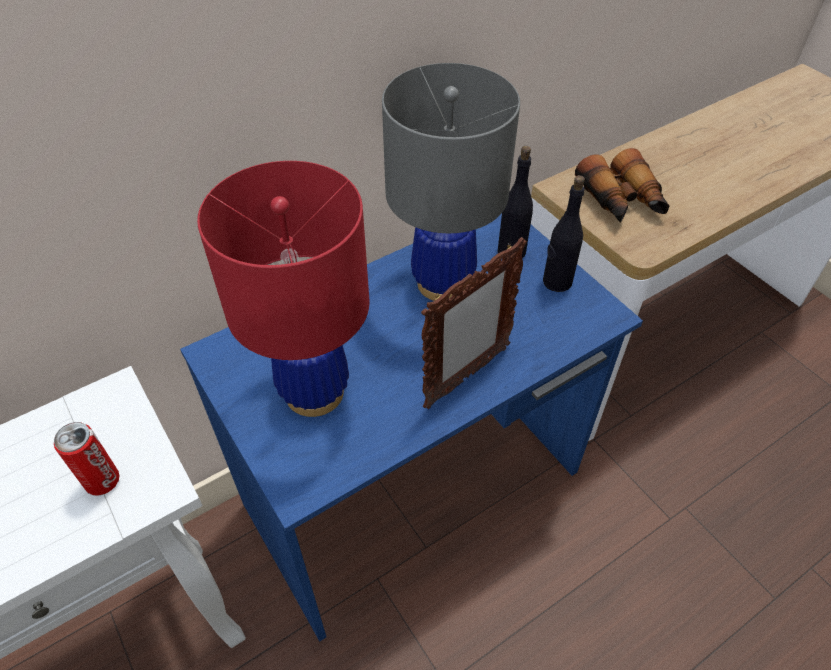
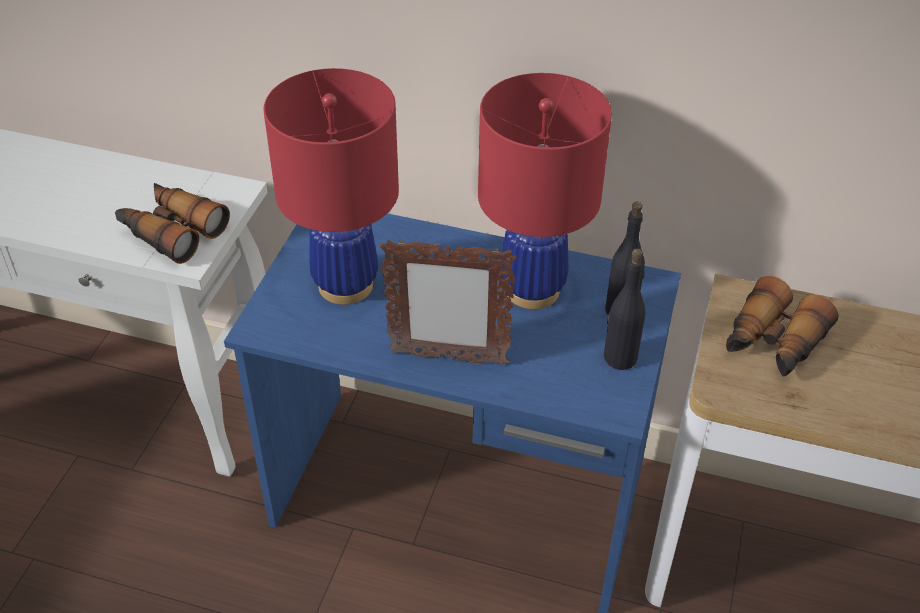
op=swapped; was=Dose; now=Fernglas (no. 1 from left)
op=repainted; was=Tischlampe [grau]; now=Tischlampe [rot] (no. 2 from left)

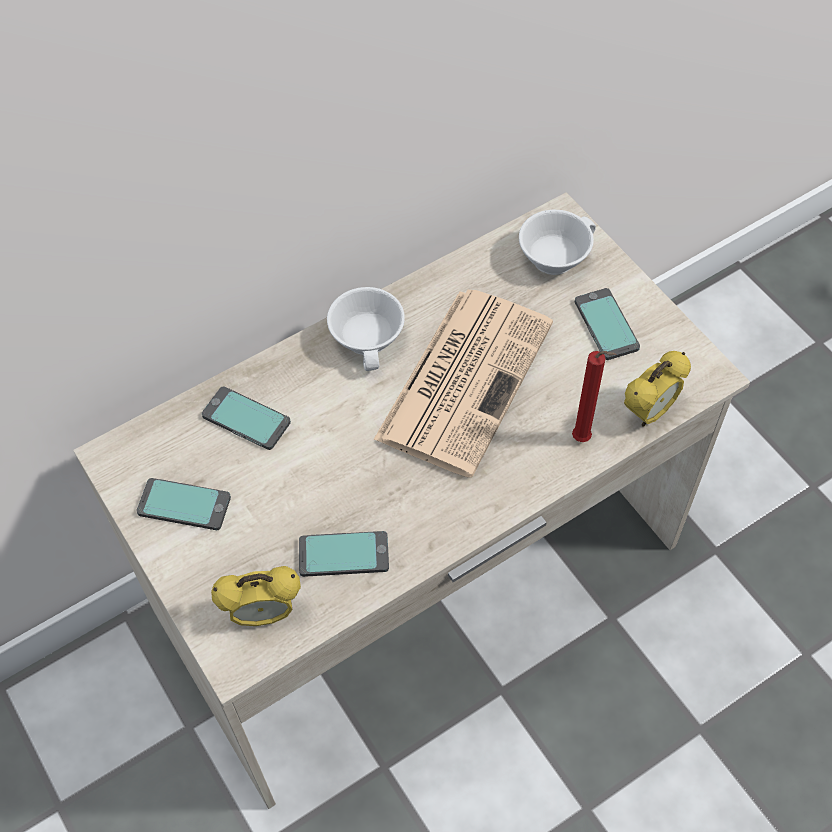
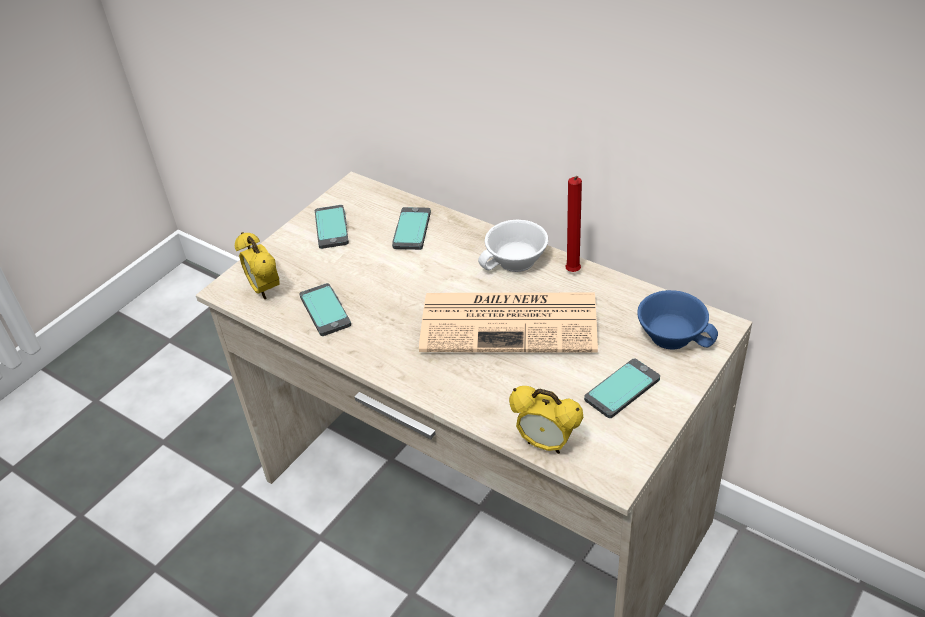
op=repainted; was=Tasse [weiß] (no. 2 from left); now=Tasse [blau]
op=shifted; was=Kerze [rot]

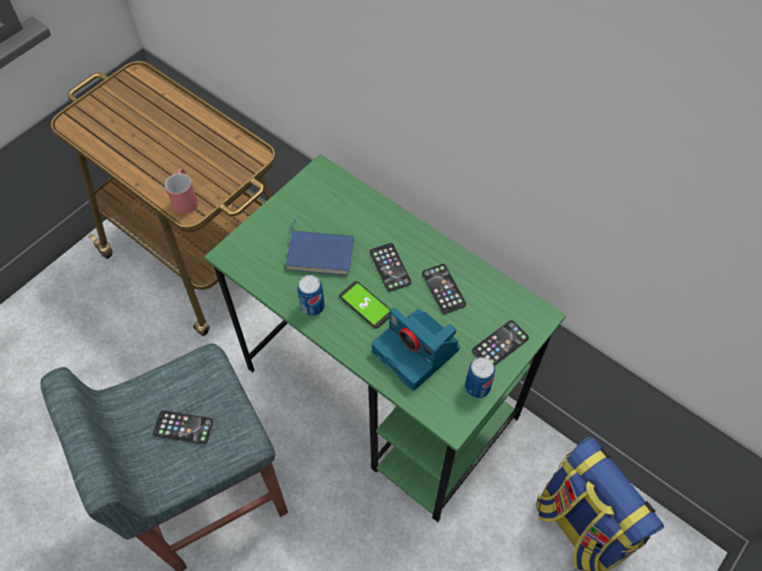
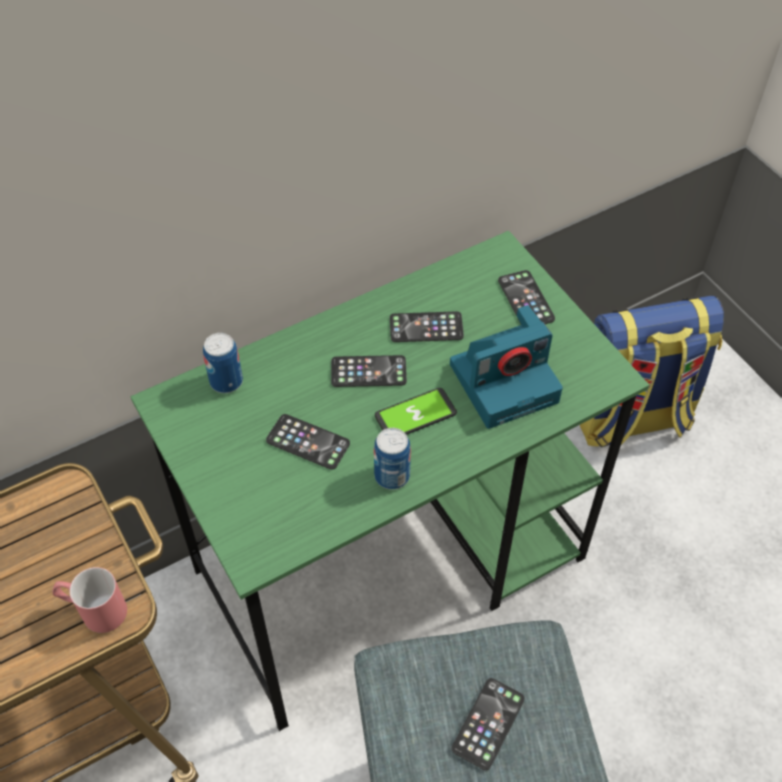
op=swapped; was=Buch [blau]; now=Handy (no. 1 from left)
op=shifted; was=Dose (no. 2 from left in the first image); now=Dose (no. 1 from left)

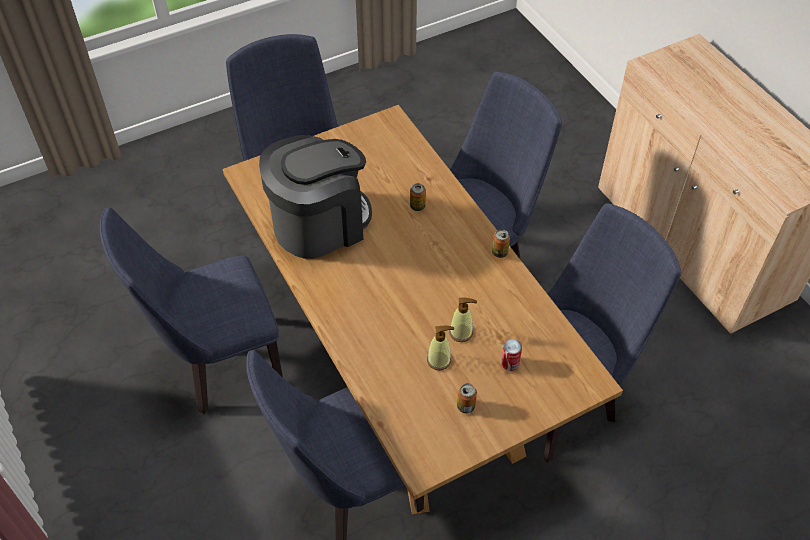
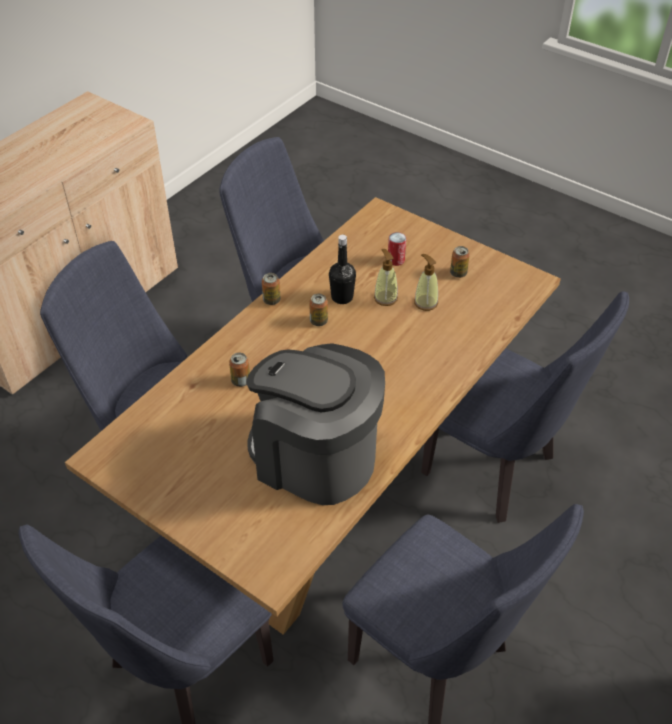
op=new; now=Dose (no. 3 from left)
op=new; now=Flasche [schwarz]

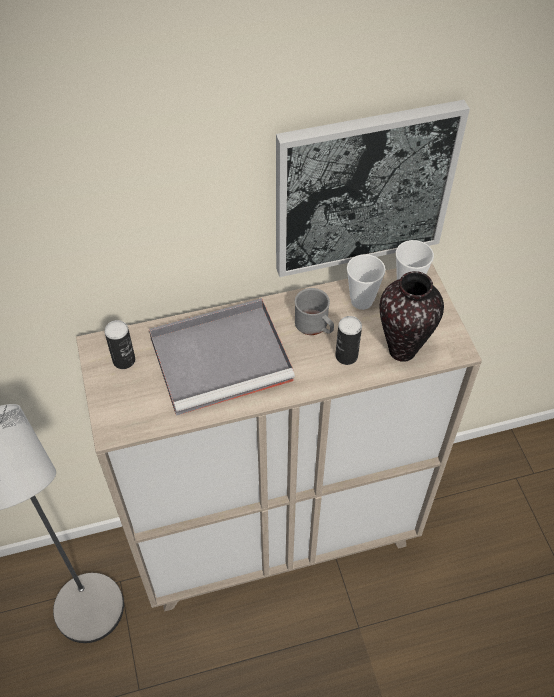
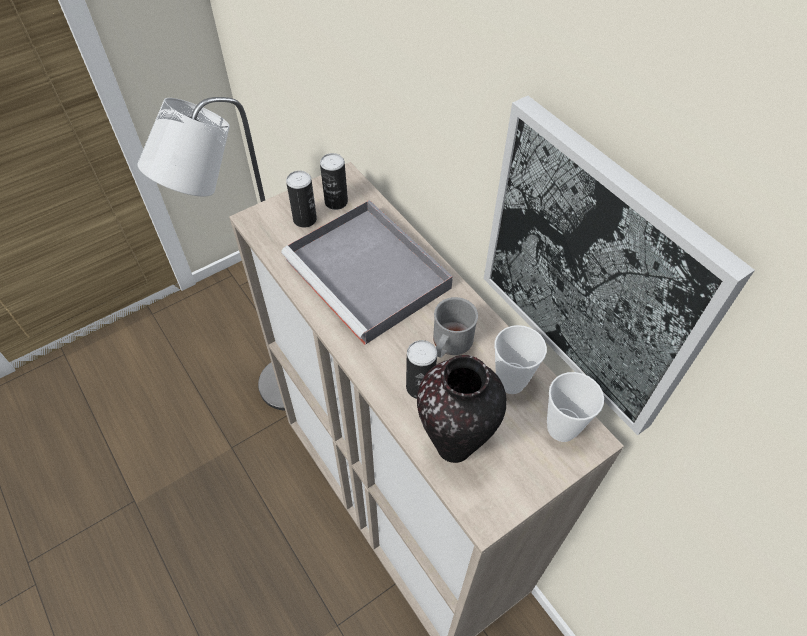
op=new; now=Dose (no. 1 from left)

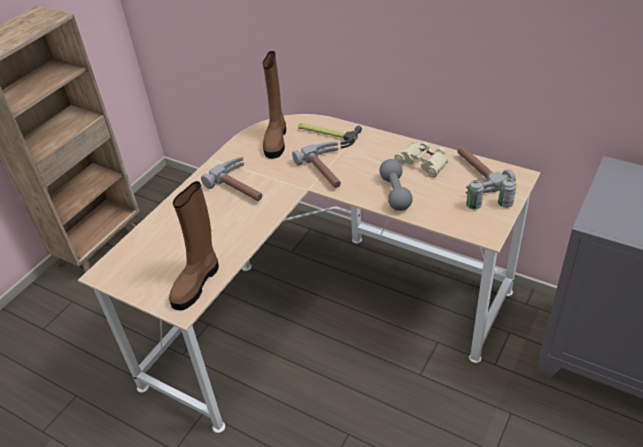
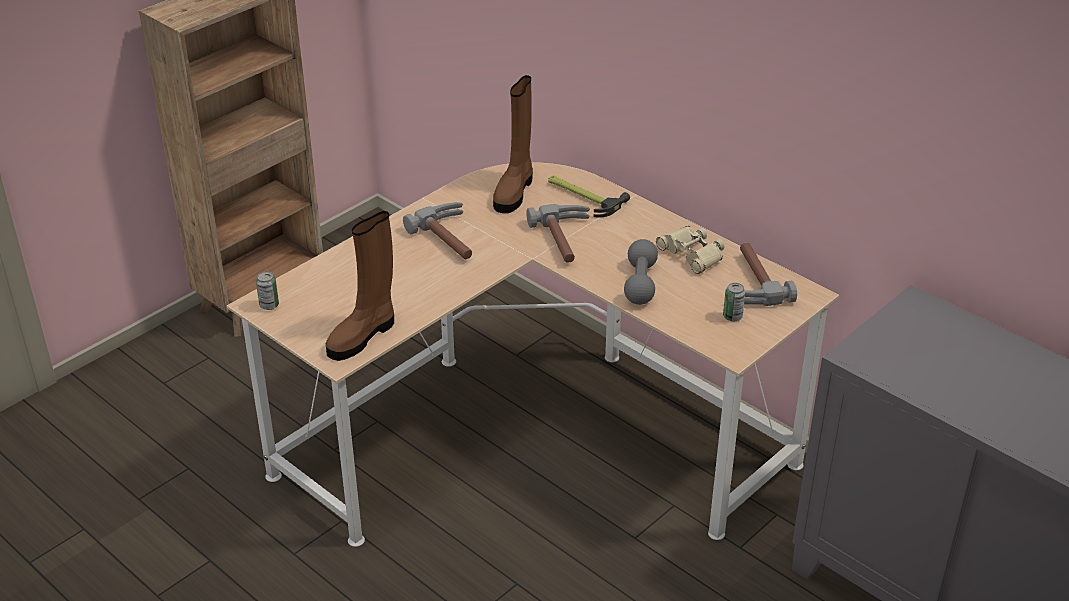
op=shifted; was=Dose (no. 2 from left in the first image); now=Dose (no. 1 from left)

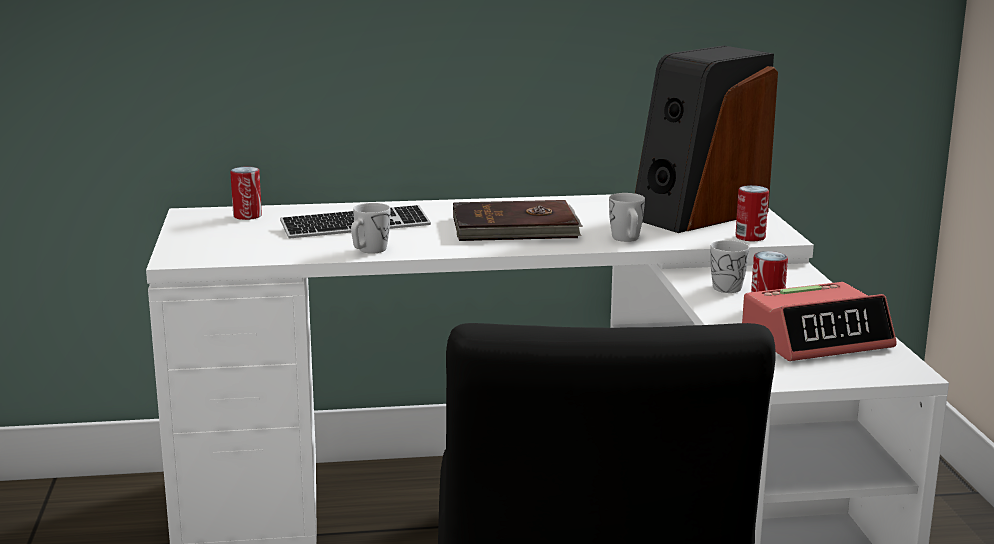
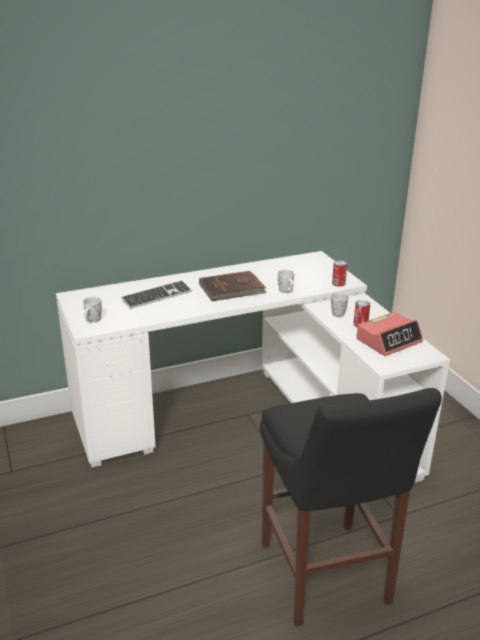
op=gone; was=Dose (no. 1 from left)
op=shifted; was=Henkelbecher [weiß] (no. 1 from left)
op=gone; was=Lautsprecher

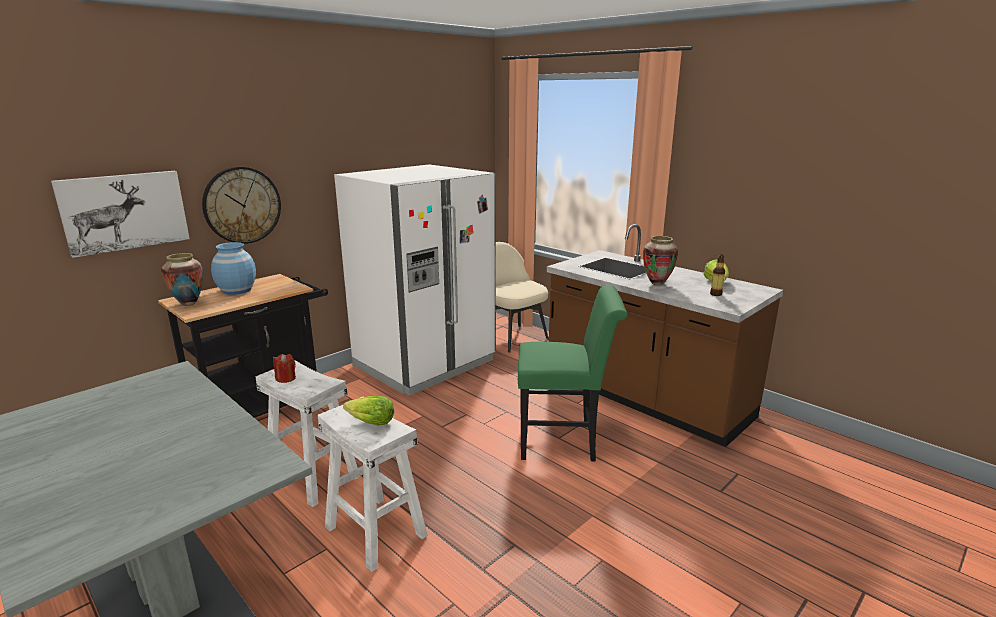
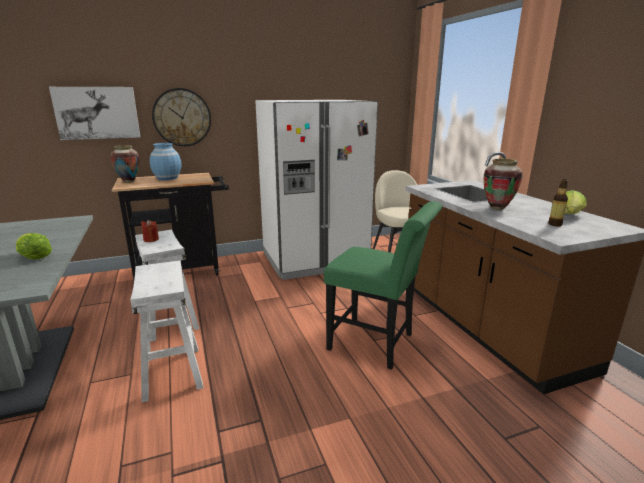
op=shifted; was=Salatkopf (no. 1 from left)

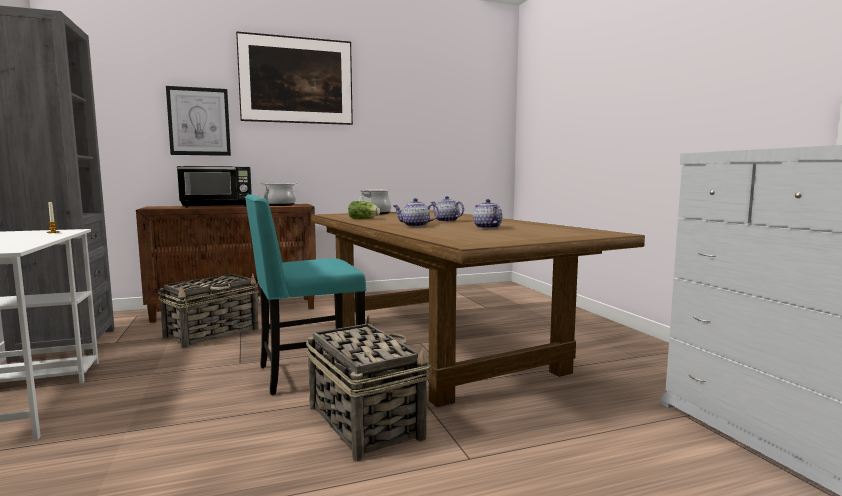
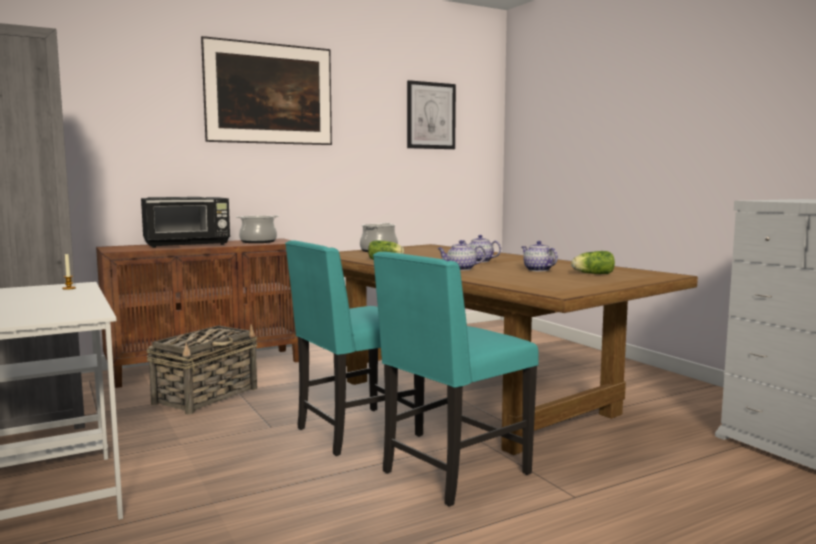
op=shifted; was=Bild (no. 1 from left in the first image); now=Bild (no. 2 from left)
op=swapped; was=Korb (no. 2 from left); now=Stuhl [türkis] (no. 2 from left)
op=new; now=Salatkopf (no. 2 from left)

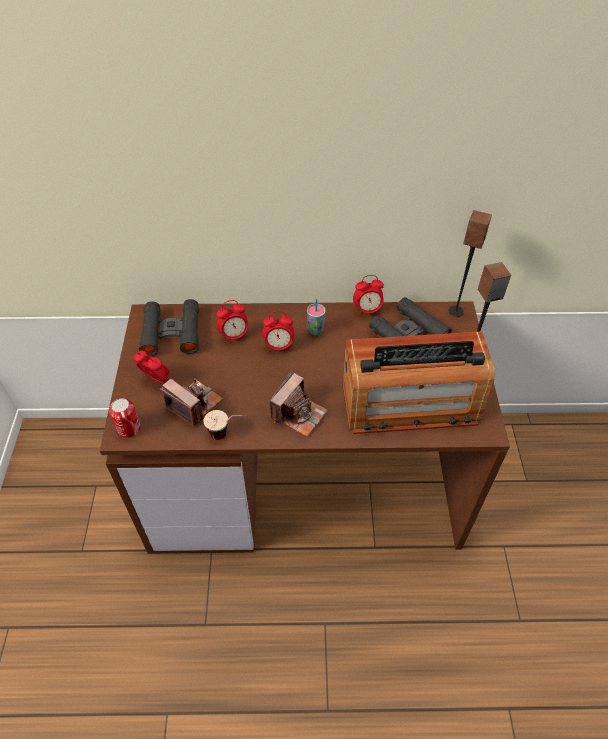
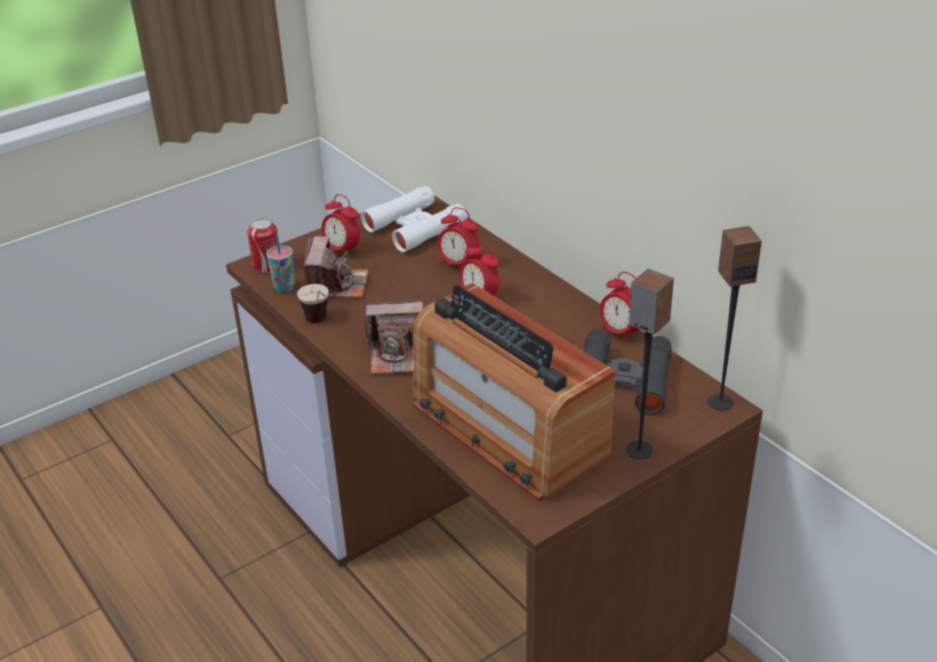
op=rotated; was=Wecker (no. 1 from left); clockwise=135
op=repainted; was=Fernglas [schwarz] (no. 1 from left); now=Fernglas [weiß]
op=shifted; was=Tasse (no. 2 from left in the first image); now=Tasse (no. 1 from left)

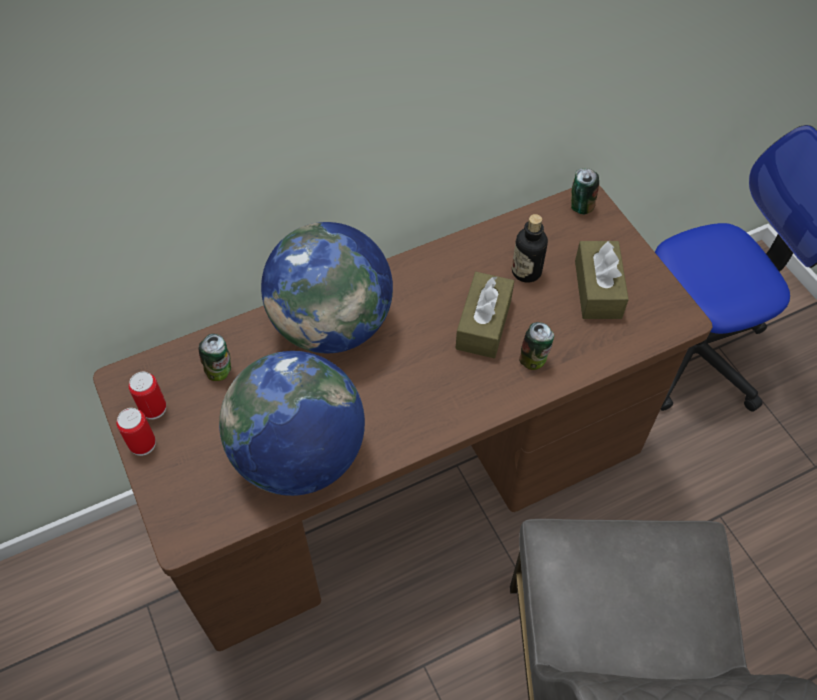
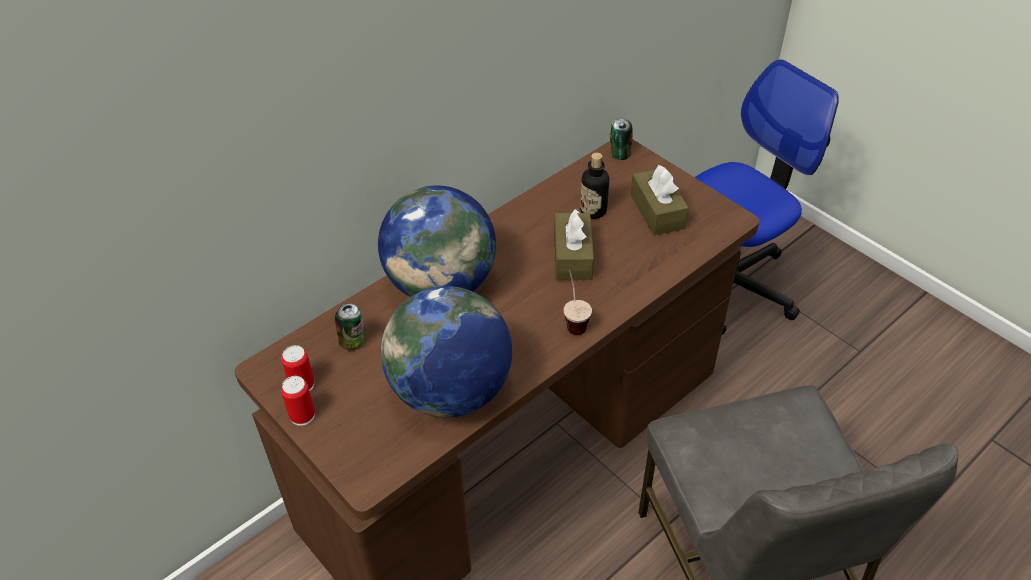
op=gone; was=Dose (no. 4 from left)
op=new; now=Tasse

